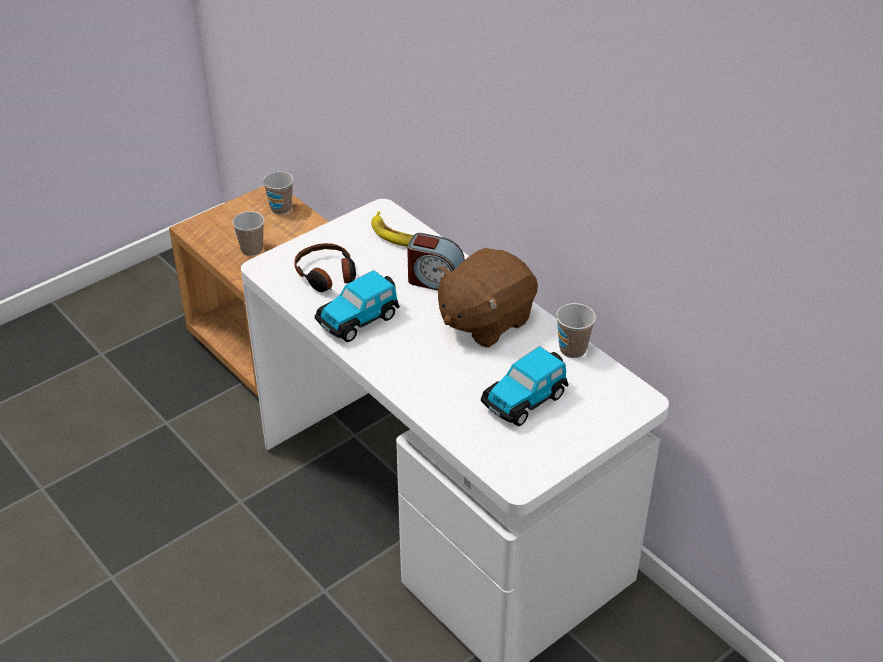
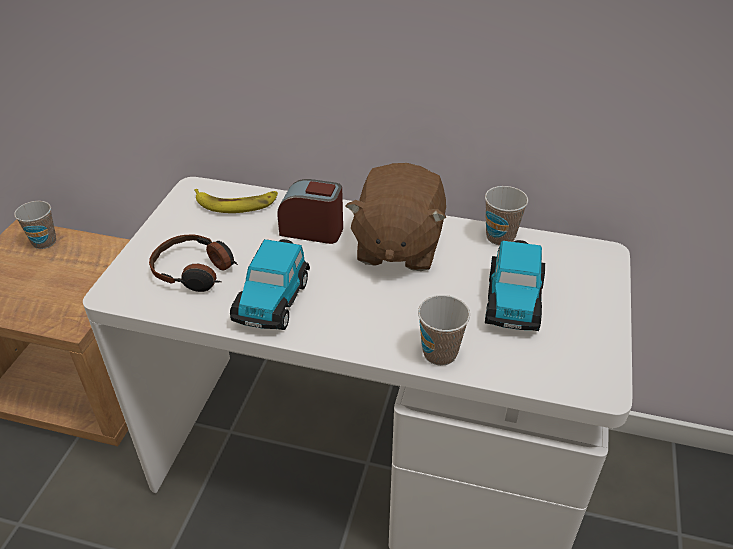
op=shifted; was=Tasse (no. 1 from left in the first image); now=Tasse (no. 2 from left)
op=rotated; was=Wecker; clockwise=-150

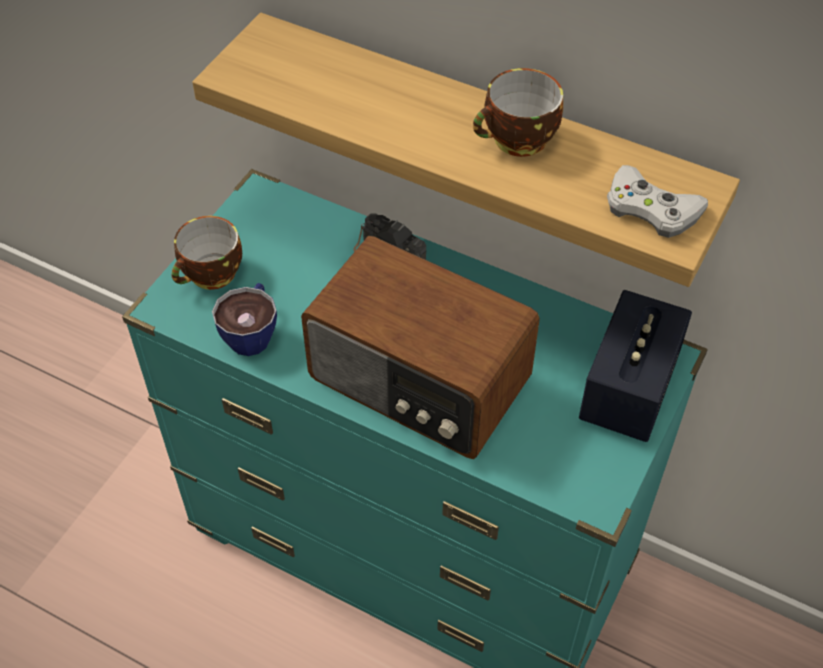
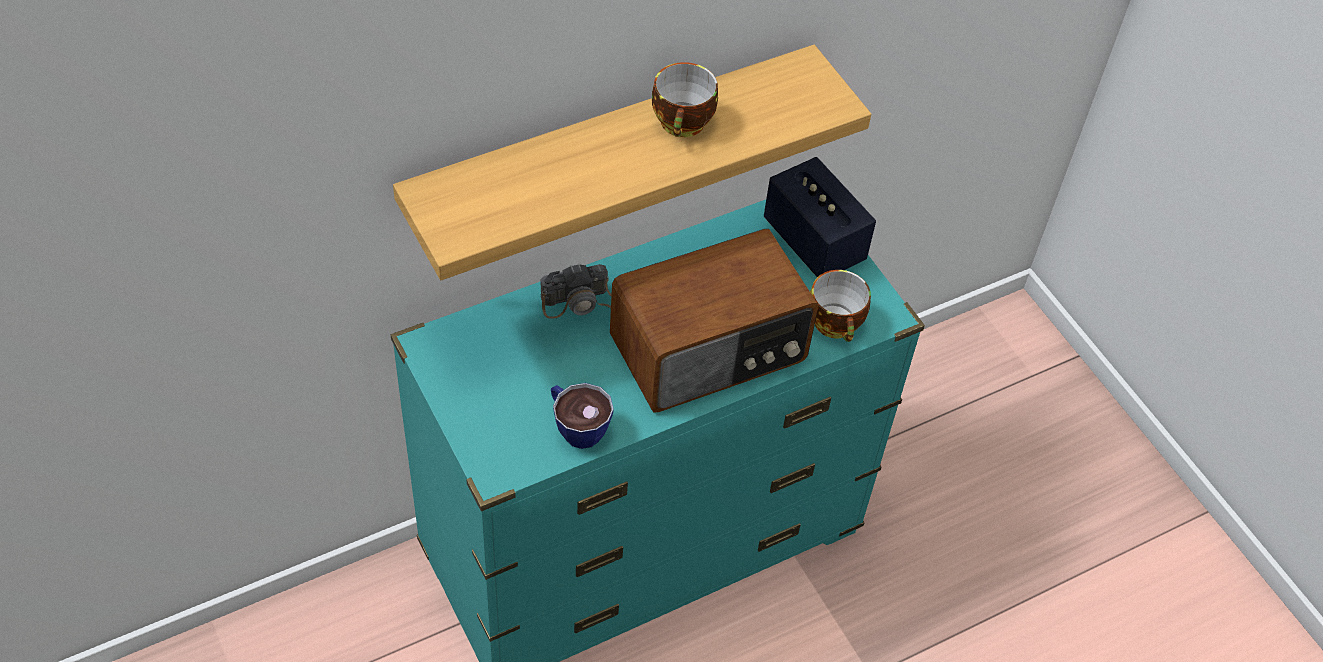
op=shifted; was=Tasse (no. 1 from left in the first image); now=Tasse (no. 3 from left)
op=gone; was=Gamepad [weiß]

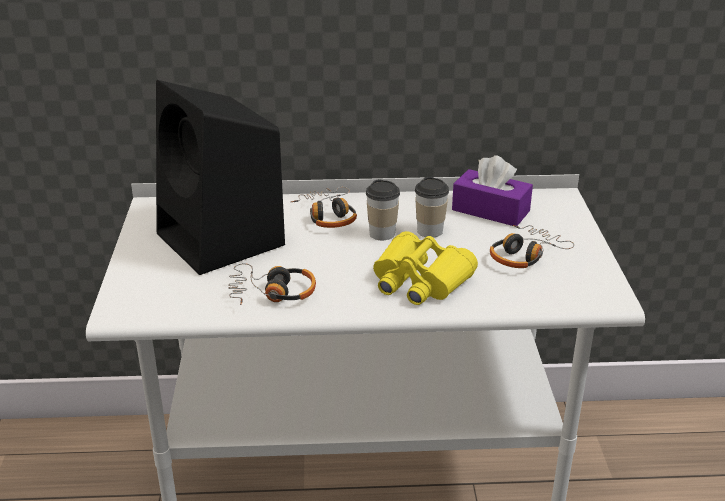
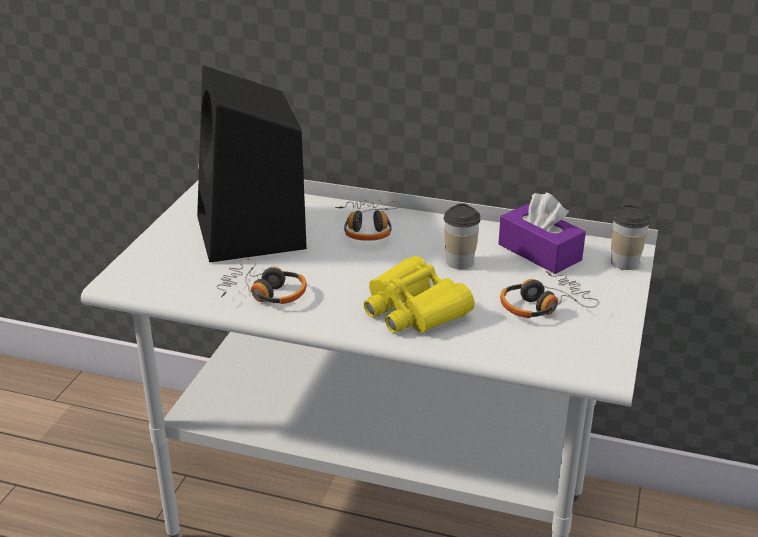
op=shifted; was=Tasse (no. 1 from left in the first image); now=Tasse (no. 2 from left)

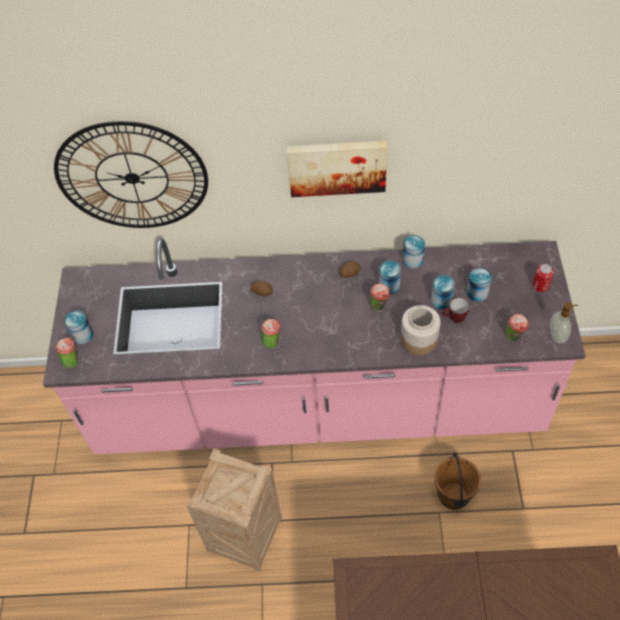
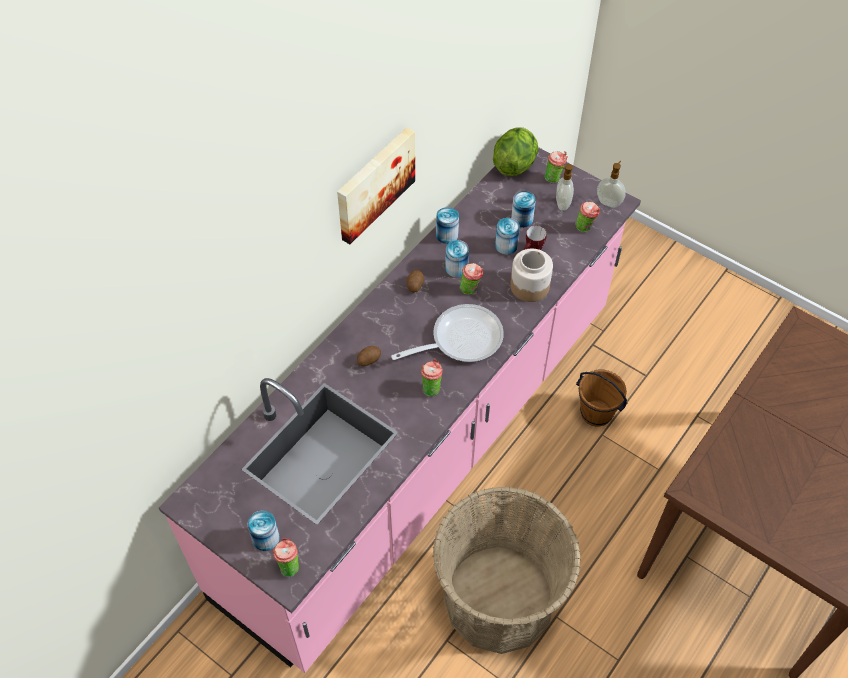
op=gone; was=Wanduhr
op=swapped; was=Kiste; now=Korb
op=swapped; was=Dose (no. 6 from left); now=Tasse (no. 4 from left)
op=new; now=Pfanne
op=new; now=Salatkopf
op=new; now=Seifenspender (no. 1 from left)

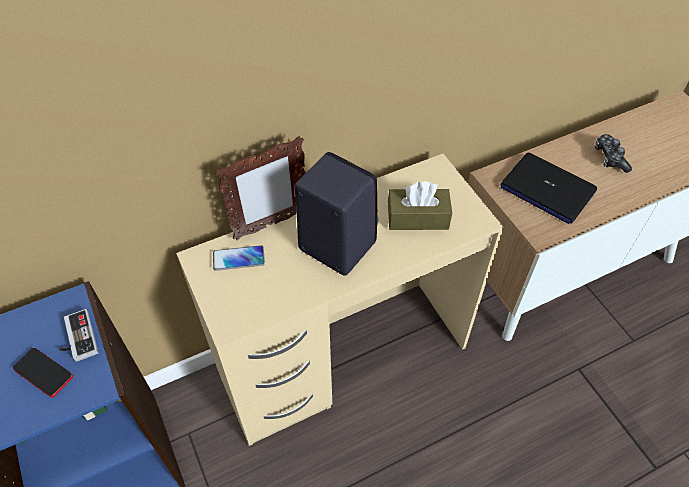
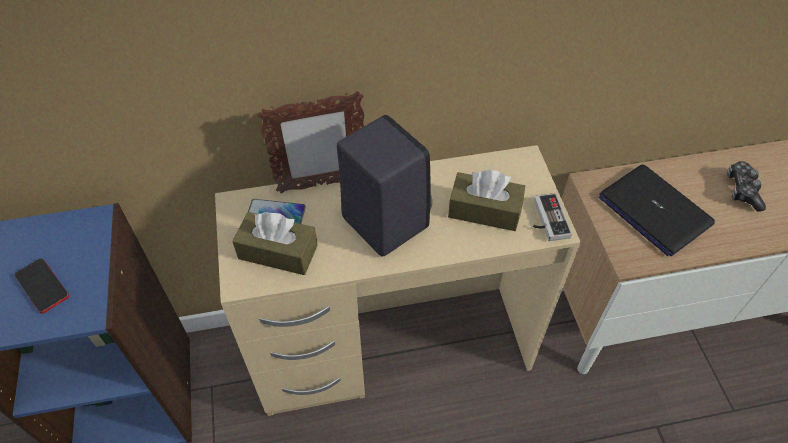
op=shifted; was=Gamepad (no. 1 from left)
op=new; now=Taschentuchbox [braun] (no. 1 from left)

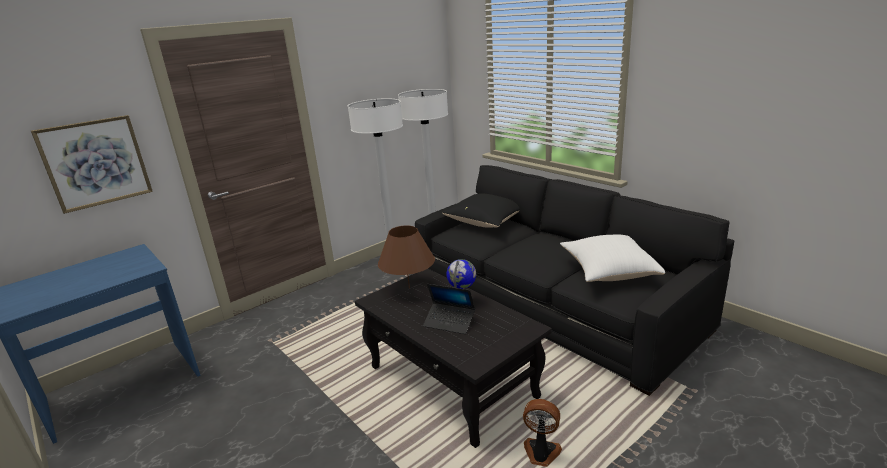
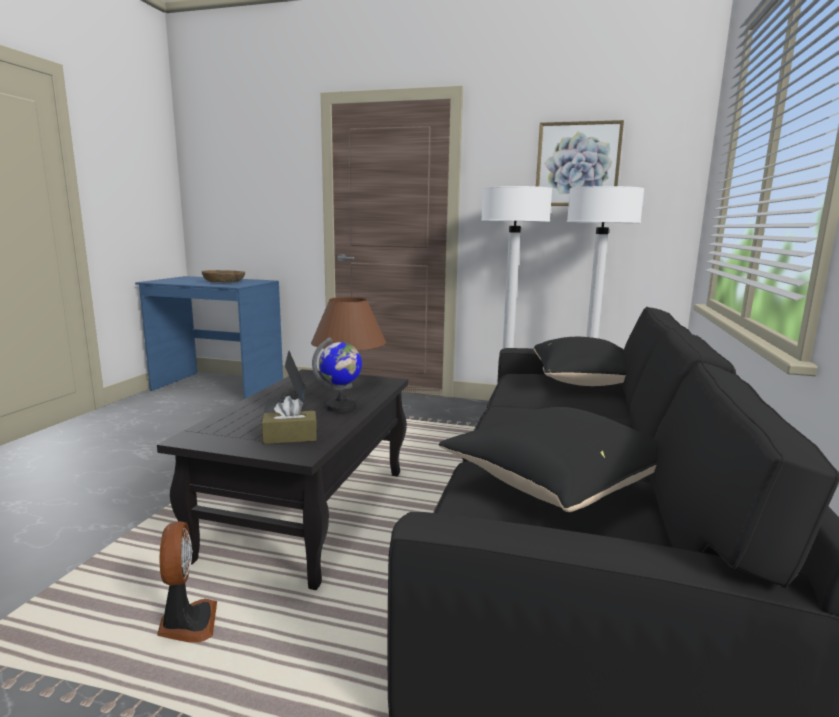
op=shifted; was=Bild
op=repainted; was=Kissen [weiß]; now=Kissen [schwarz] (no. 1 from left)
op=new; now=Schüssel [braun]
op=new; now=Taschentuchbox [braun]

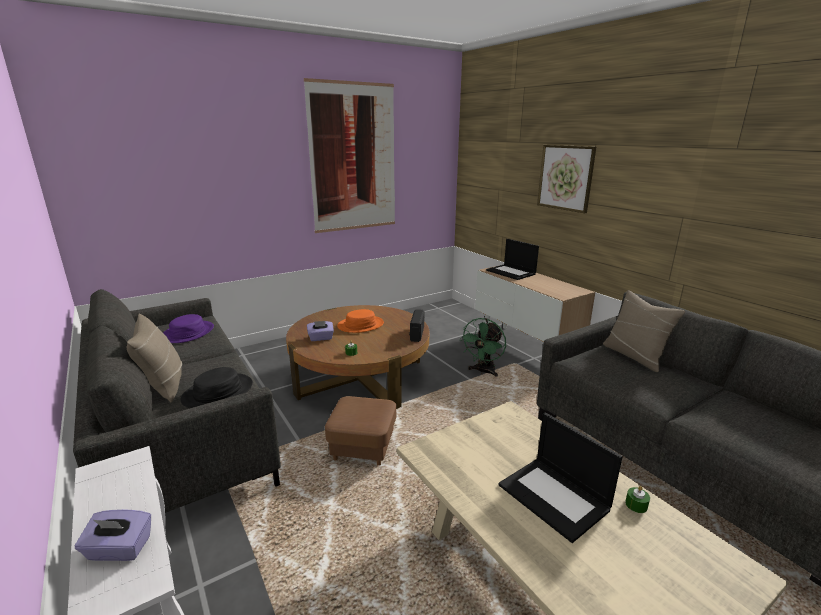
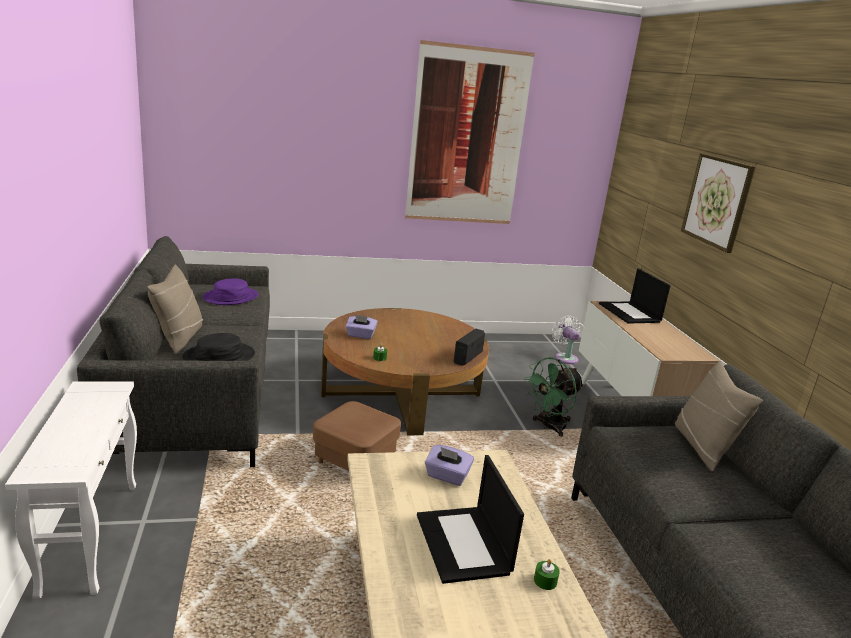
op=shifted; was=Taschentuchbox [lila] (no. 1 from left in the first image); now=Taschentuchbox [lila] (no. 2 from left)
op=gone; was=Hut [orange]
op=new; now=Ventilator [weiß]

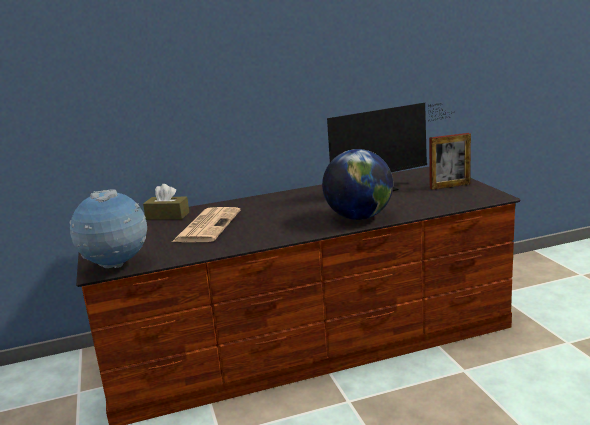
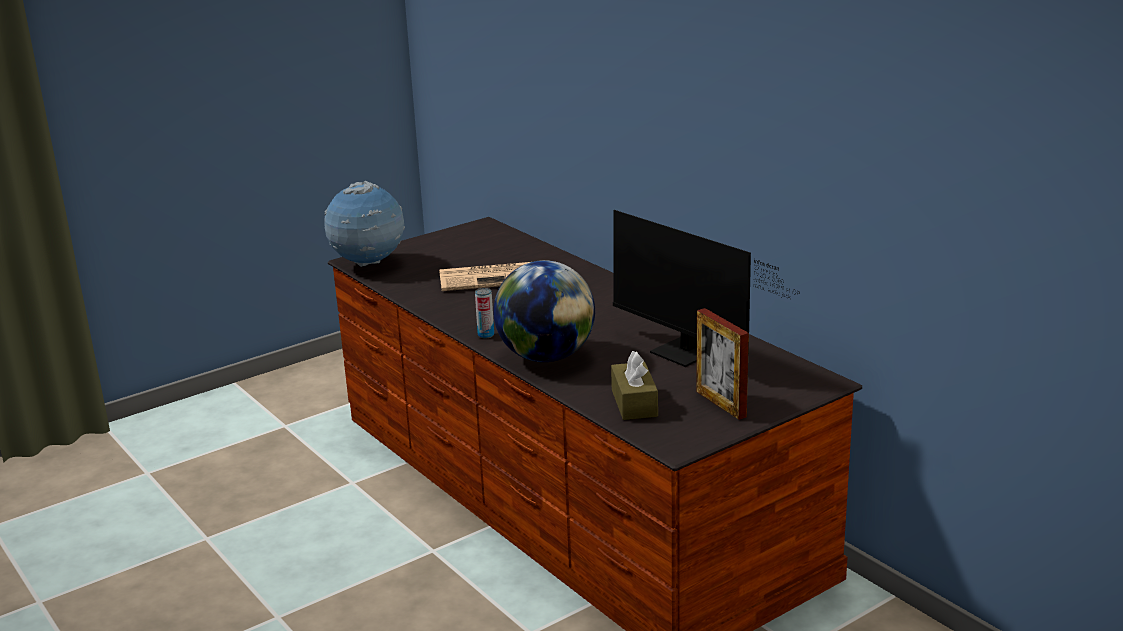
op=shifted; was=Taschentuchbox [braun]
op=new; now=Dose

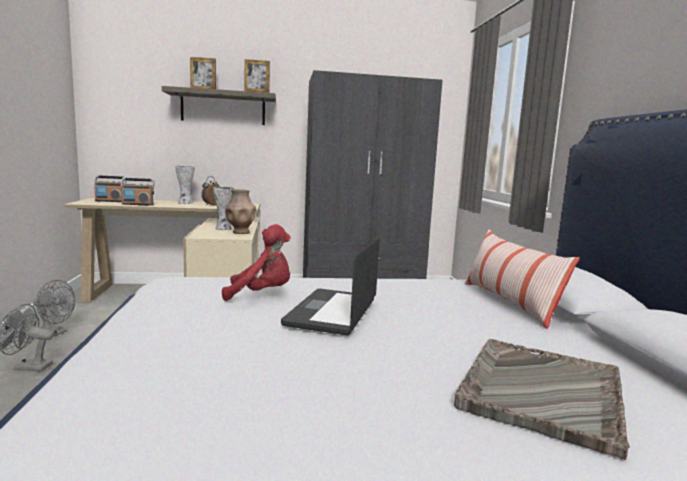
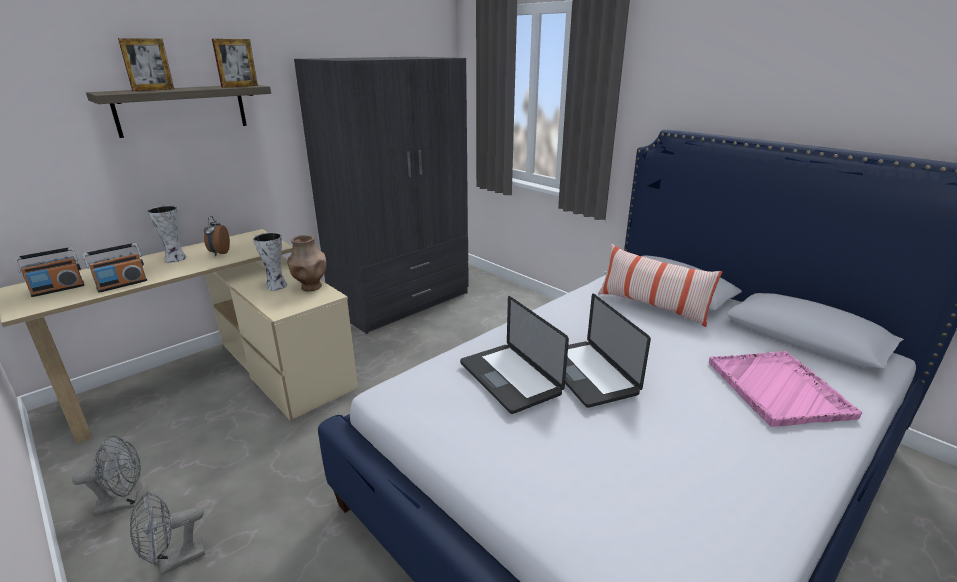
op=swapped; was=Plüschtier [rot]; now=Laptop (no. 1 from left)
op=repainted; was=Tablett [grau]; now=Tablett [rosa]

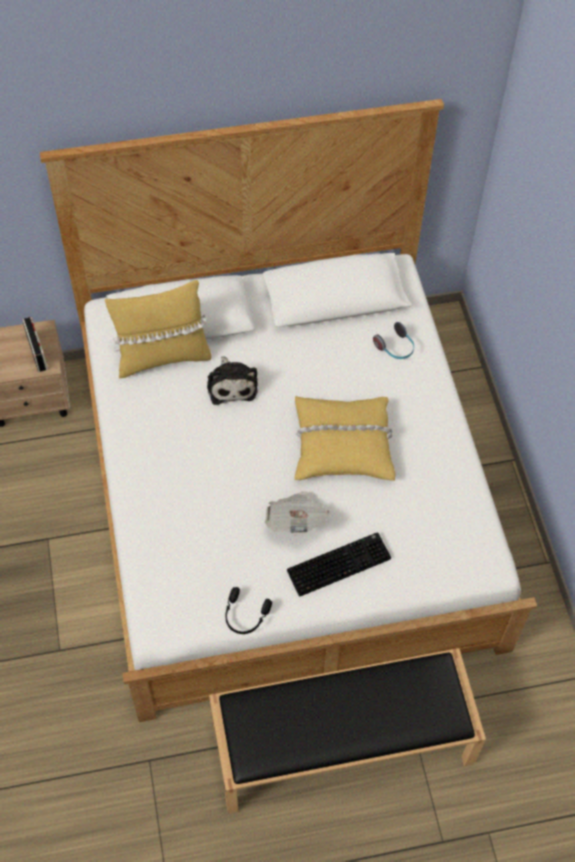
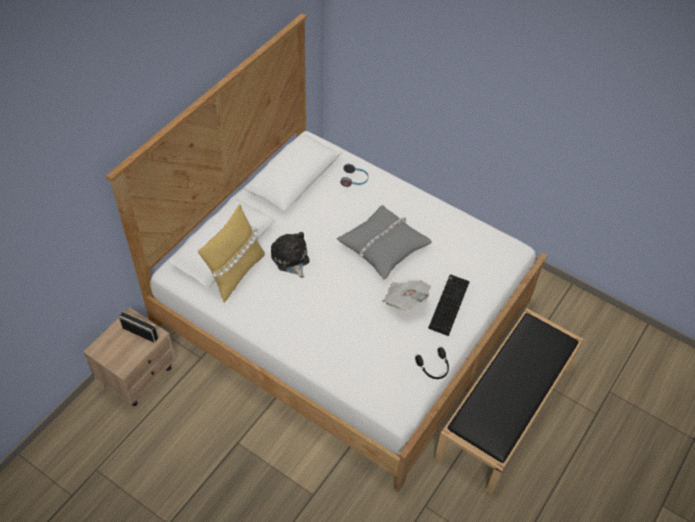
op=rotated; was=Plüschtier; clockwise=-150
op=repainted; was=Kissen [gelb] (no. 2 from left); now=Kissen [grau]

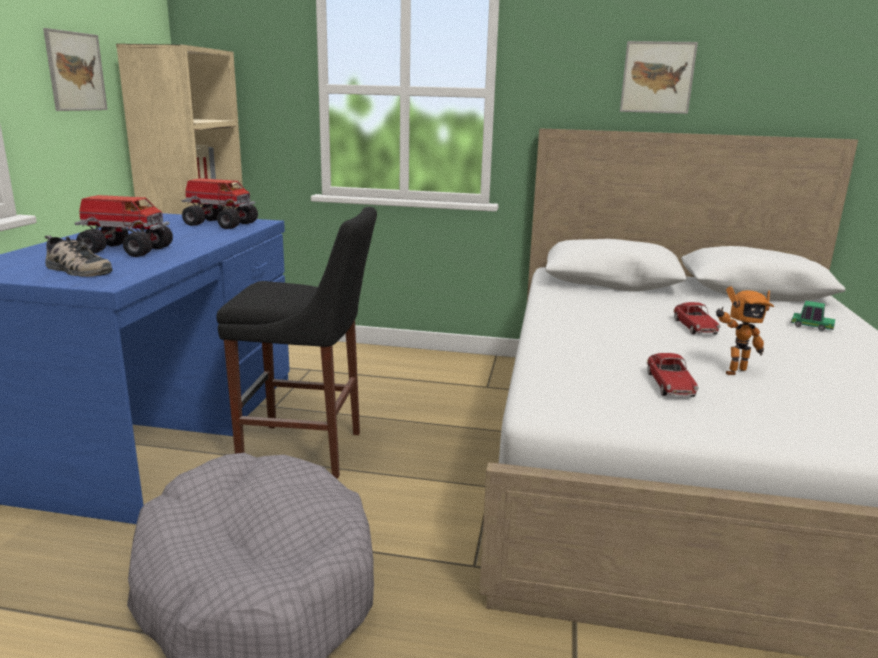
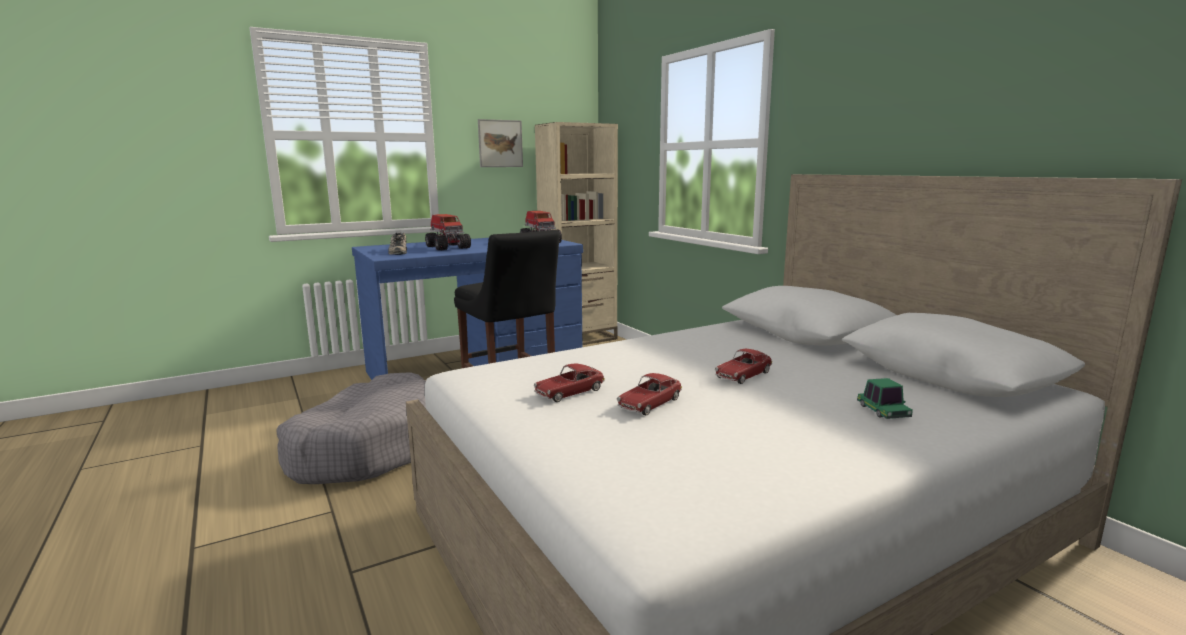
op=gone; was=Bild (no. 2 from left)
op=swapped; was=Spielzeugroboter; now=Spielzeugauto (no. 2 from left)

